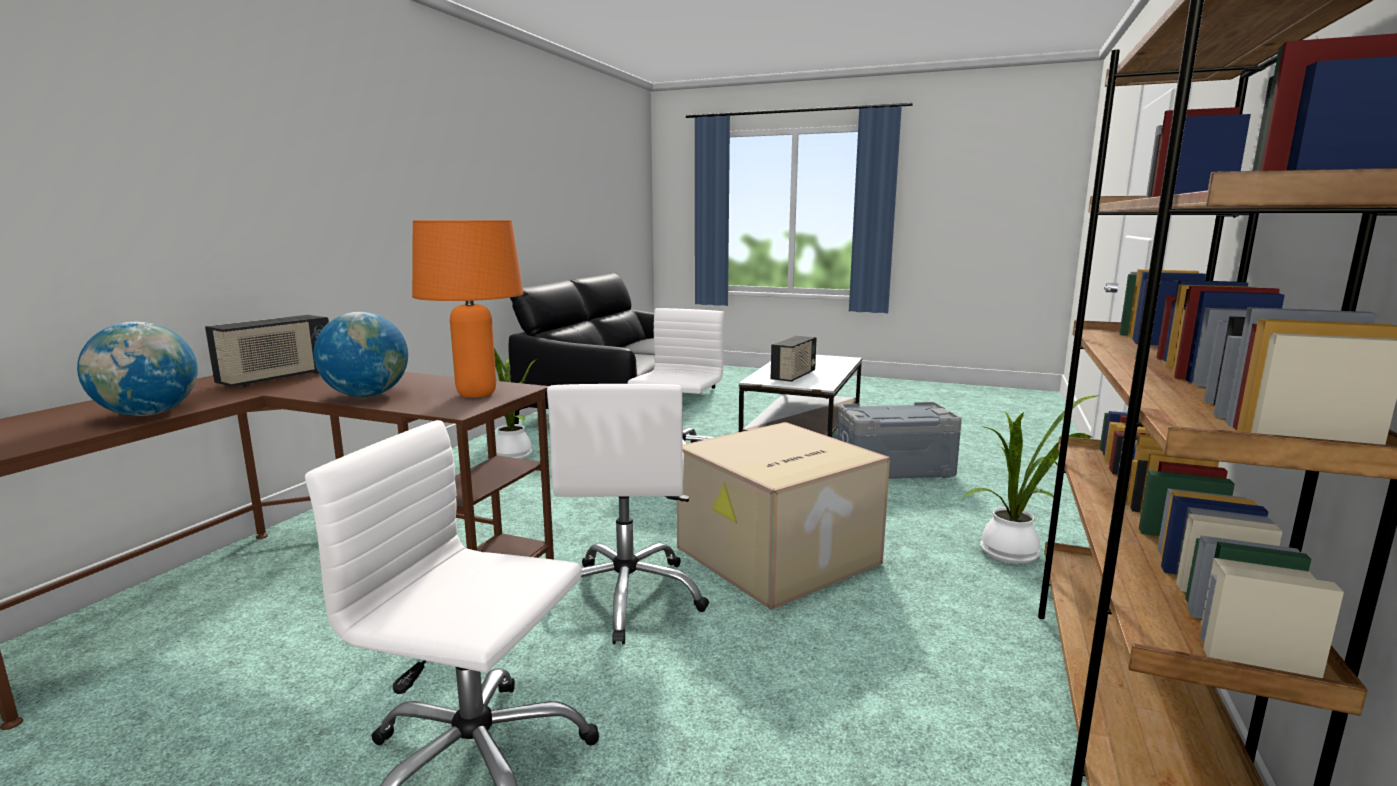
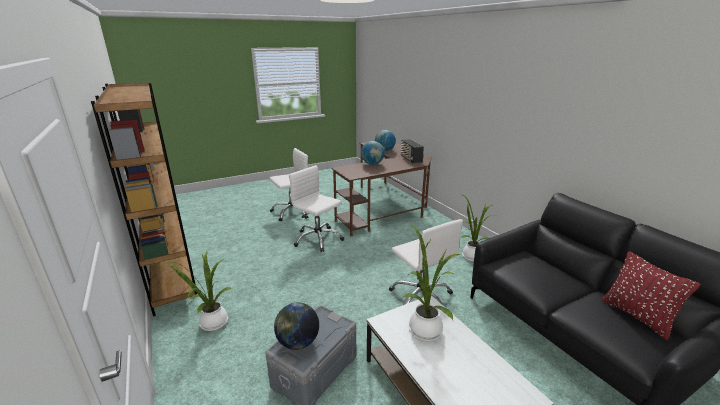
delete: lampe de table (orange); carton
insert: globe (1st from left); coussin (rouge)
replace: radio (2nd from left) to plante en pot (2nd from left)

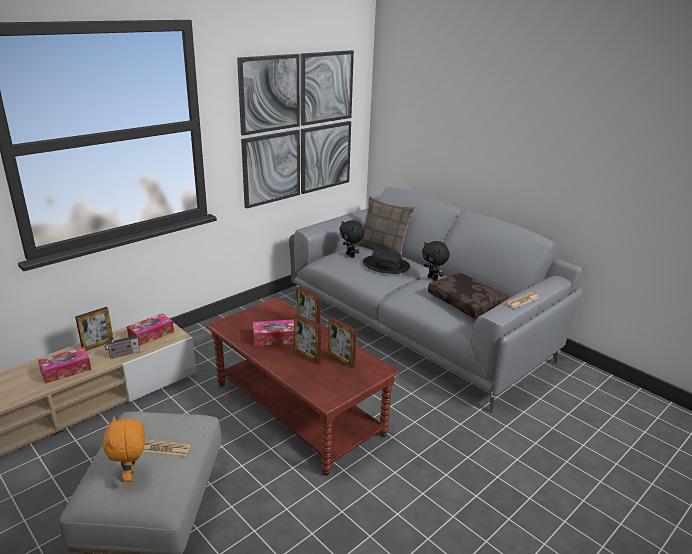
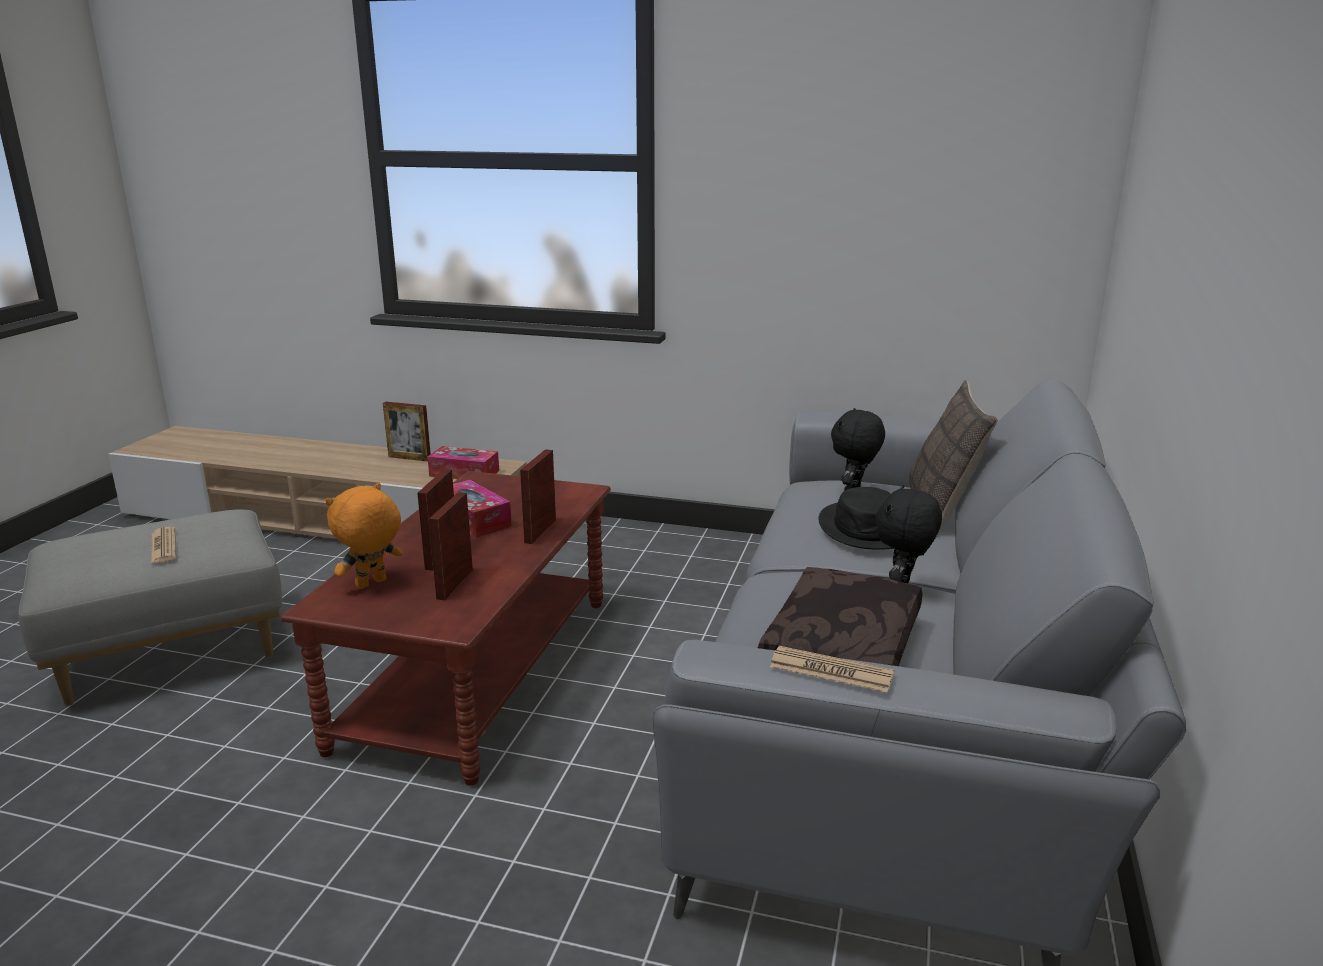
delete: boîte à mouchoirs (1st from left); radio; tableau
move: peluche (orange)

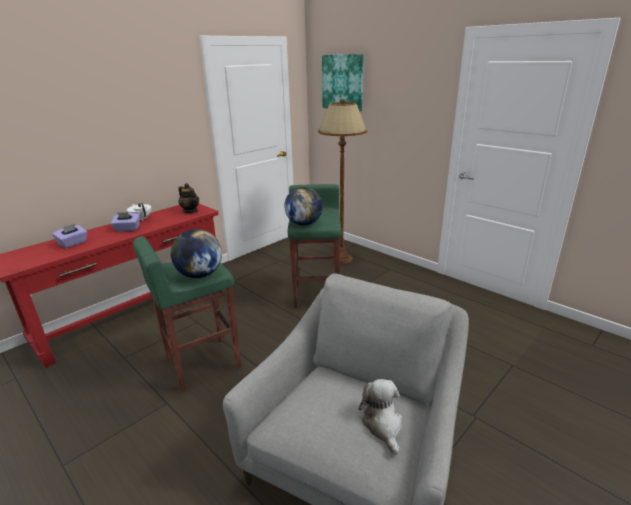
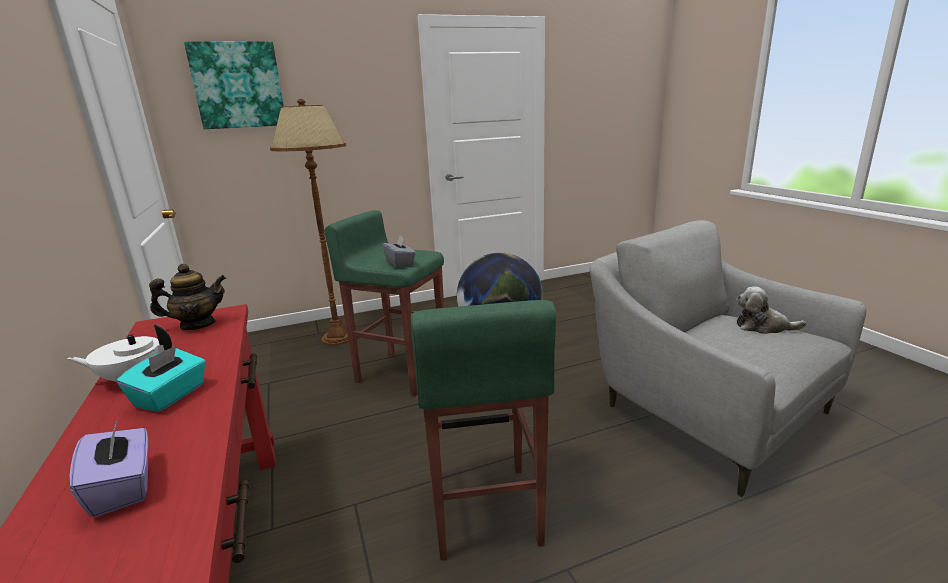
replace: globe (2nd from left) to boîte à mouchoirs (gris)
recolor: boîte à mouchoirs (violet) (2nd from left) to boîte à mouchoirs (turquoise)

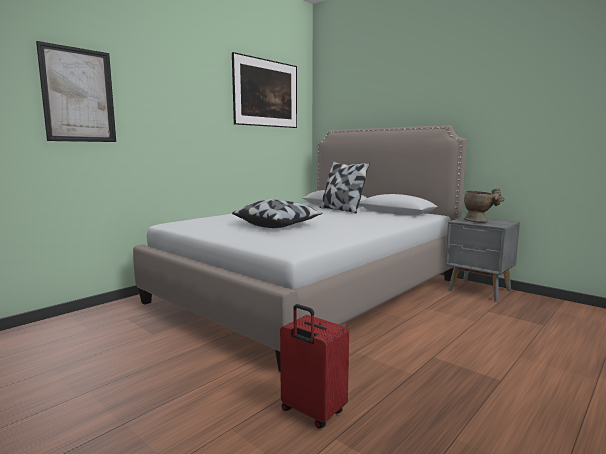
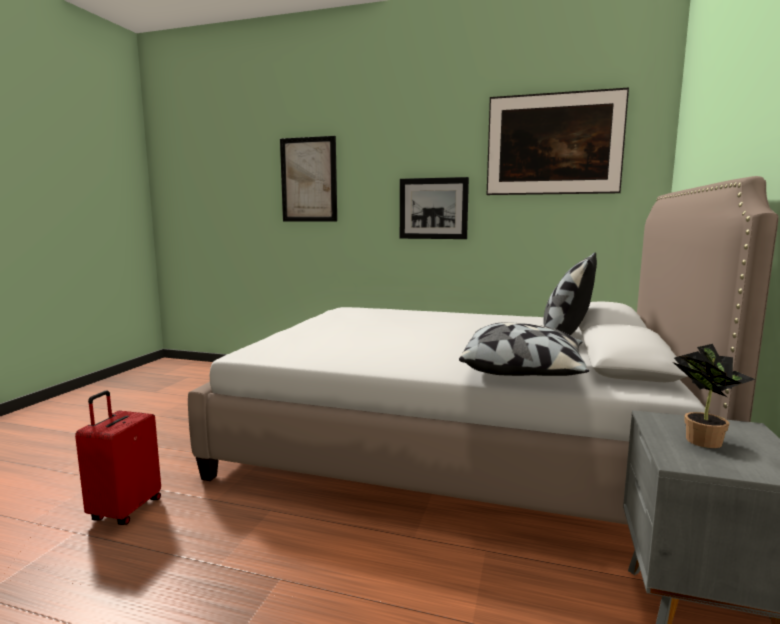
insert: tableau (2nd from left)
move: coussin (1st from left)
replace: vase (beige) to plante en pot

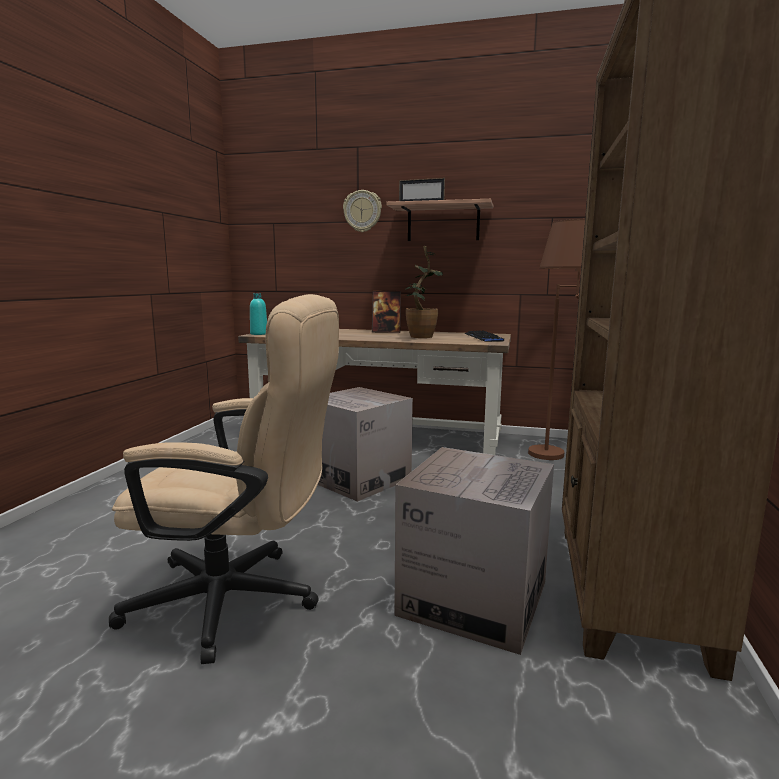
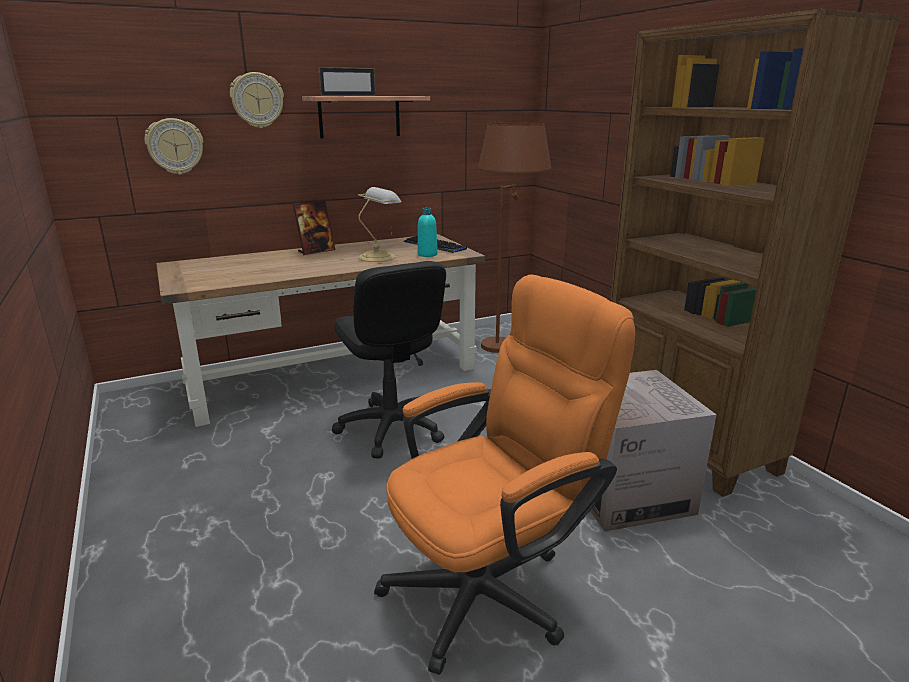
insert: horloge murale (1st from left)
move: bouteille (turquoise)
replace: carton (1st from left) to chaise de bureau (noir); plante en pot to lampe de table
recolor: chaise de bureau (beige) to chaise de bureau (orange)

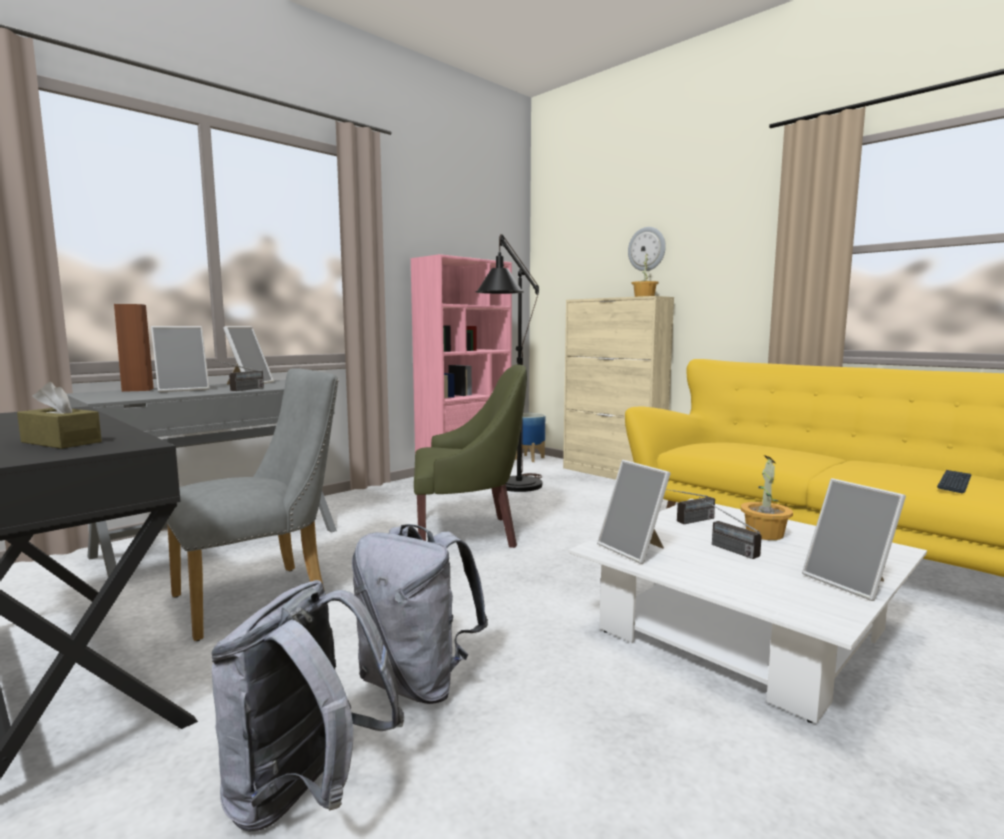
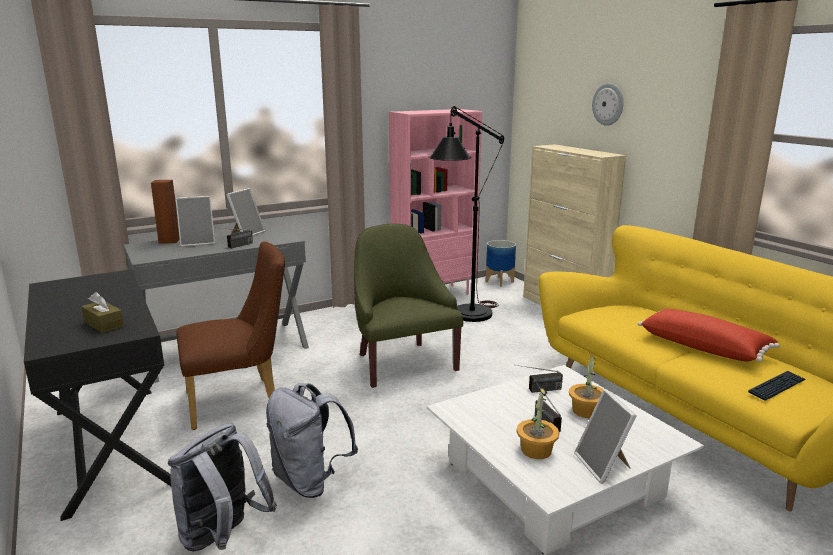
delete: cadre photo (3rd from left)
insert: coussin (rouge)
move: plante en pot (1st from left)
recolor: chaise (gris) to chaise (marron)
rotate: fauteuil (vert) 120 degrees counterclockwise

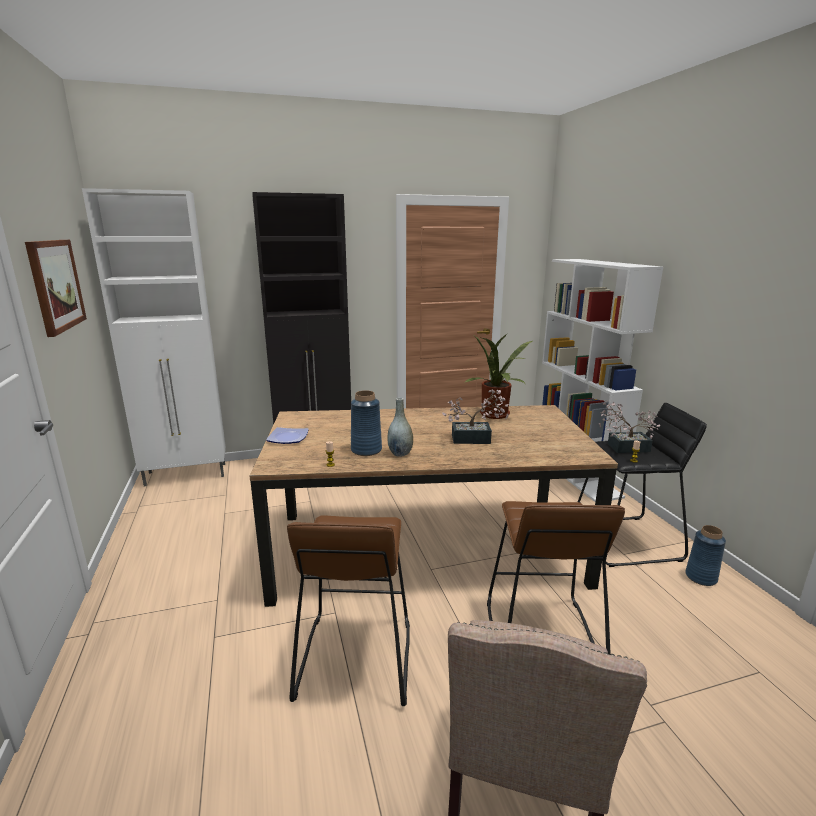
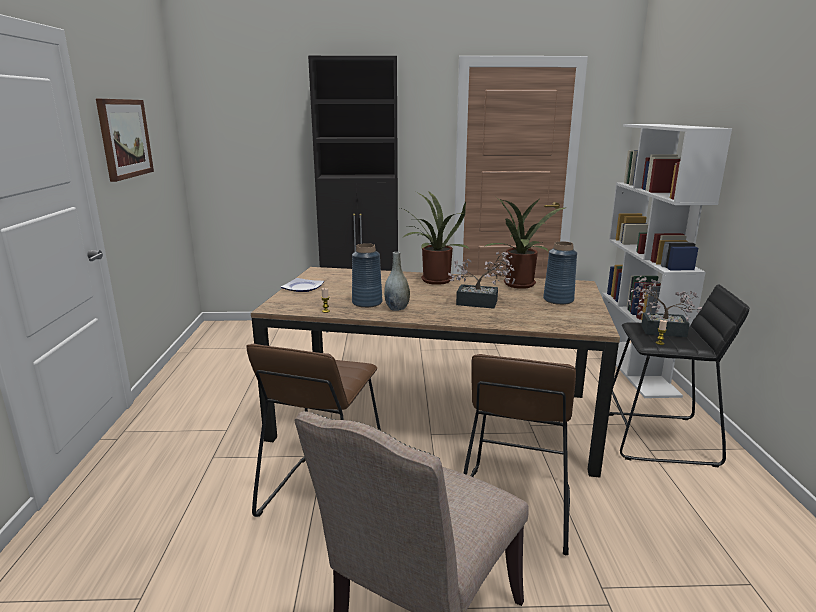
delete: meuble de rangement (blanc)
insert: plante en pot (1st from left)
move: vase (bleu) (2nd from left)

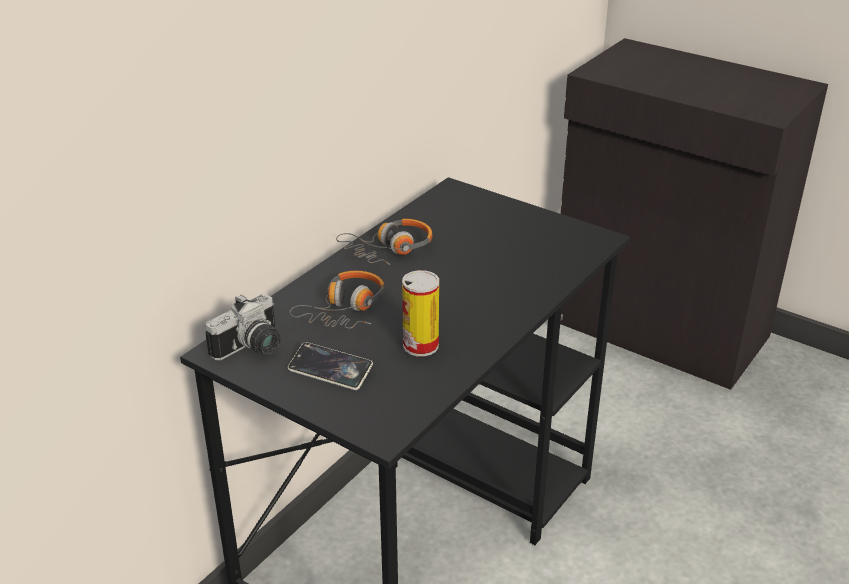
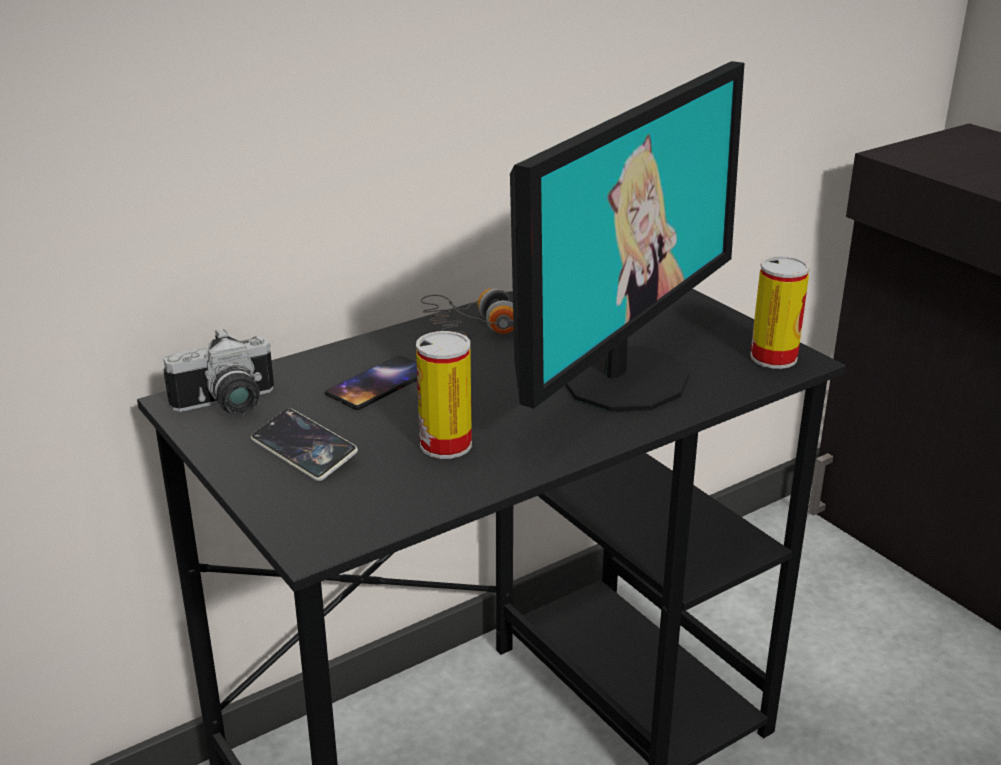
insert: écran d'ordinateur; boîte métallique (2nd from left)
replace: casque audio (1st from left) to téléphone (2nd from left)

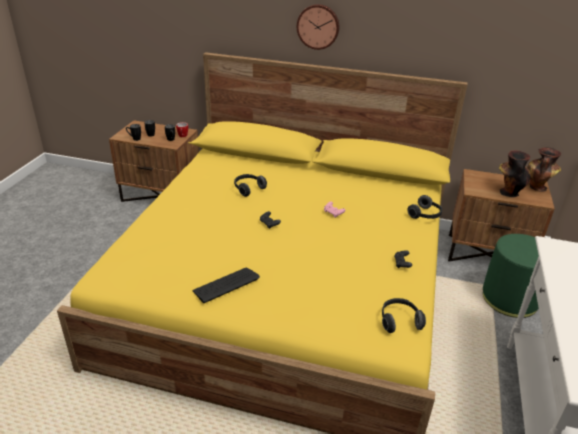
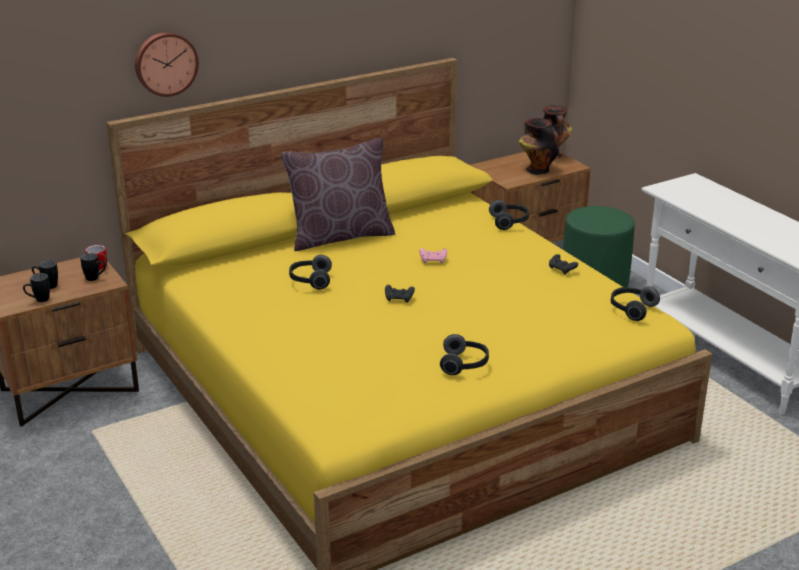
insert: coussin (marron)
move: horloge murale
replace: clavier to casque audio (2nd from left)

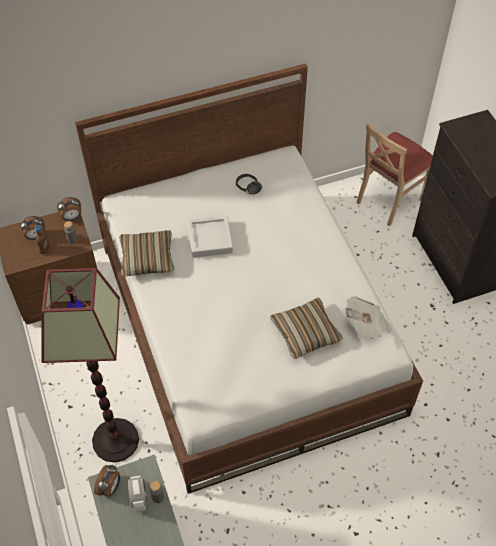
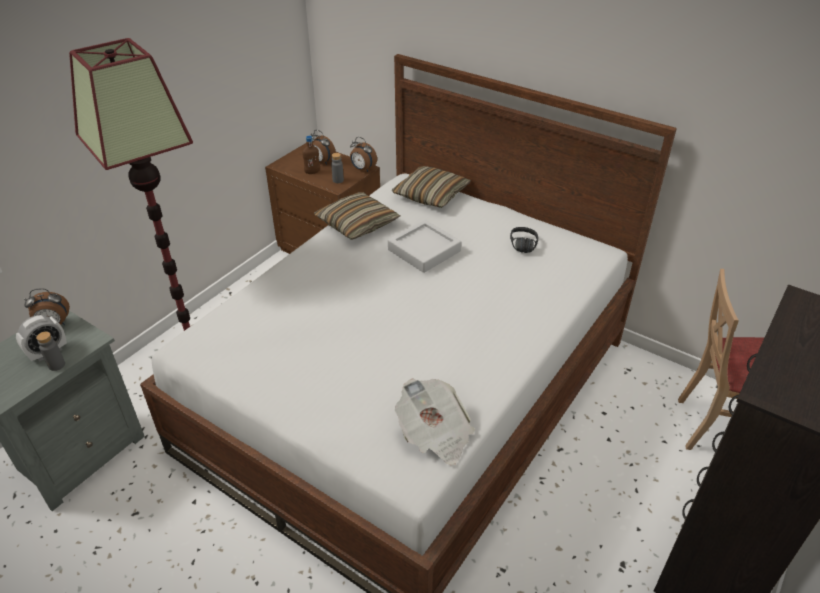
move: coussin (2nd from left)

